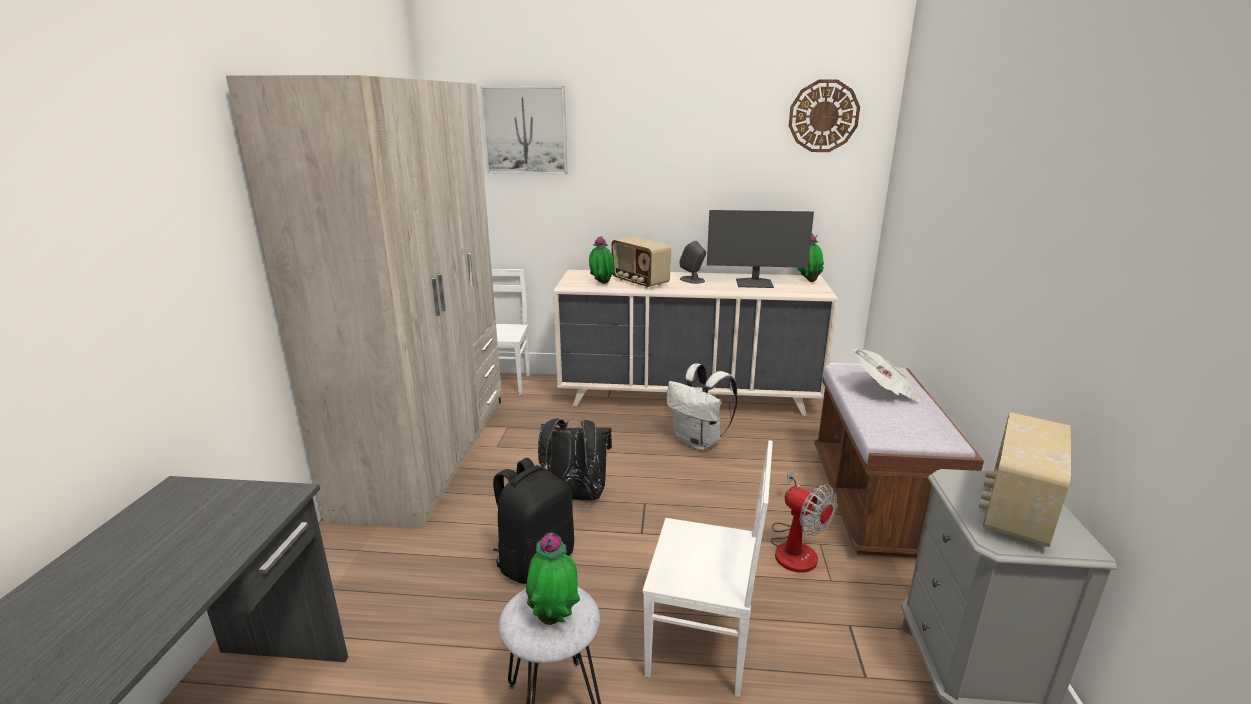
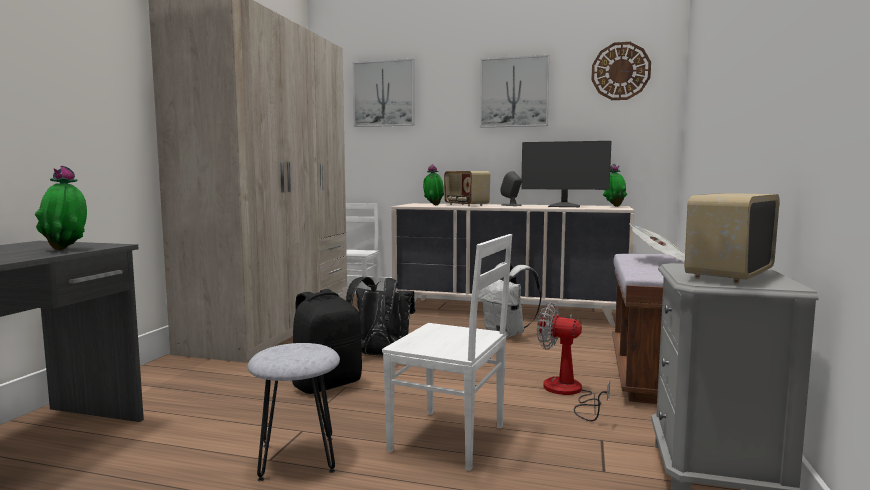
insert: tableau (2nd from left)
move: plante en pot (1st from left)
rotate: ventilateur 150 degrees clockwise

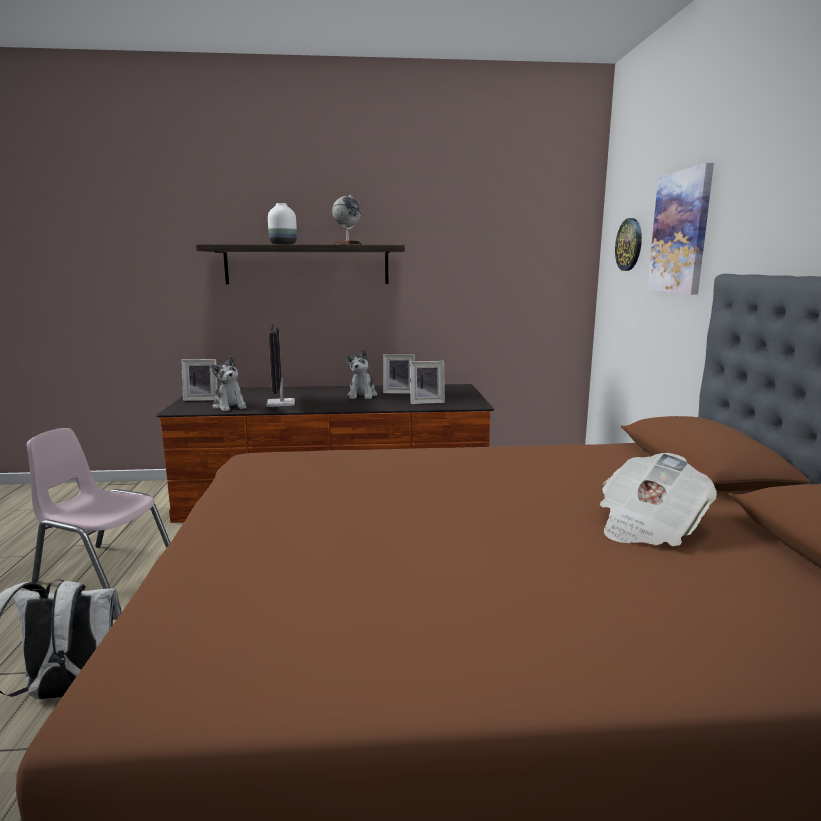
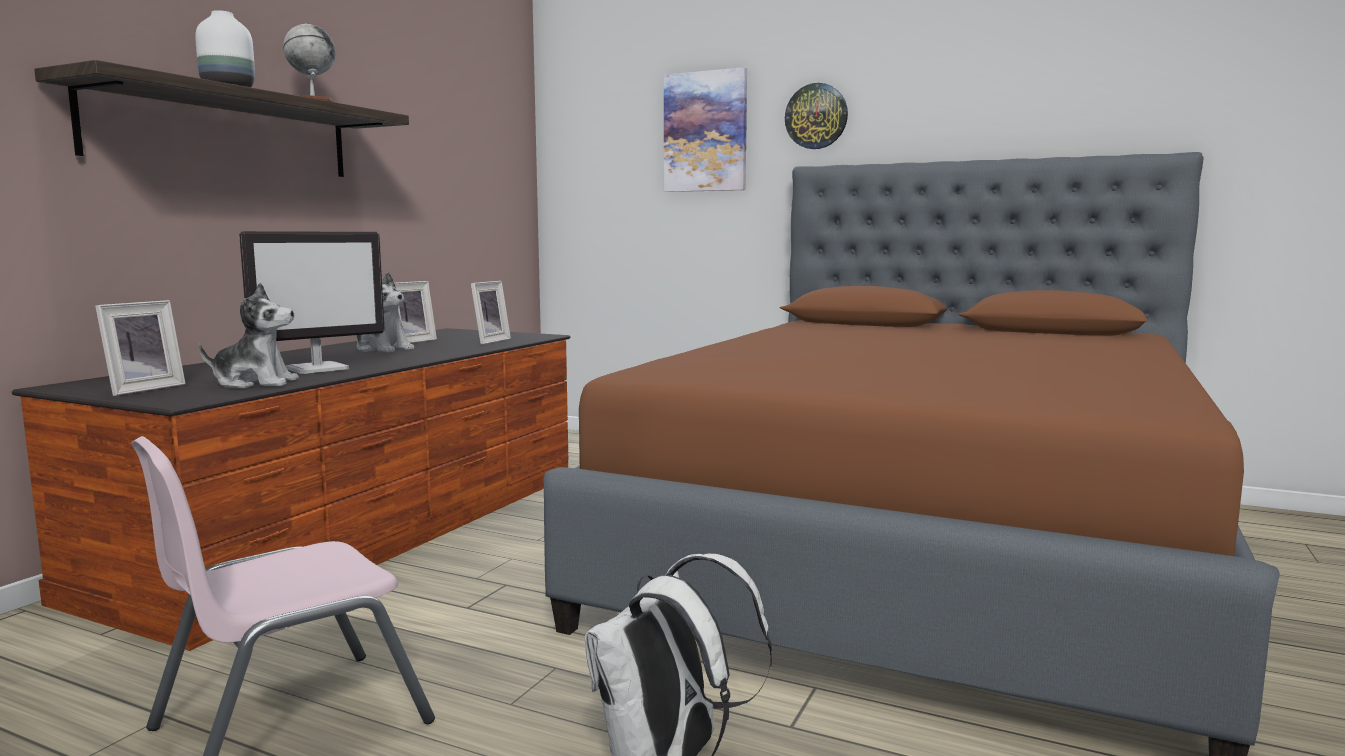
delete: journal
move: horloge murale
rotate: écran d'ordinateur 60 degrees counterclockwise

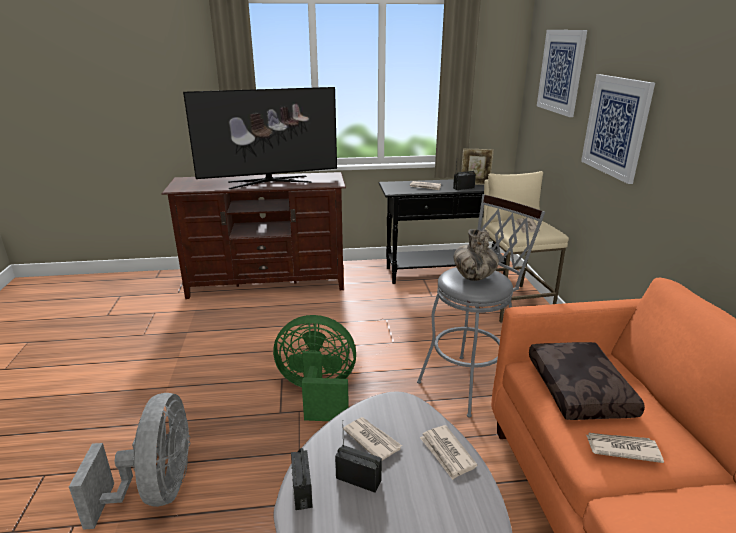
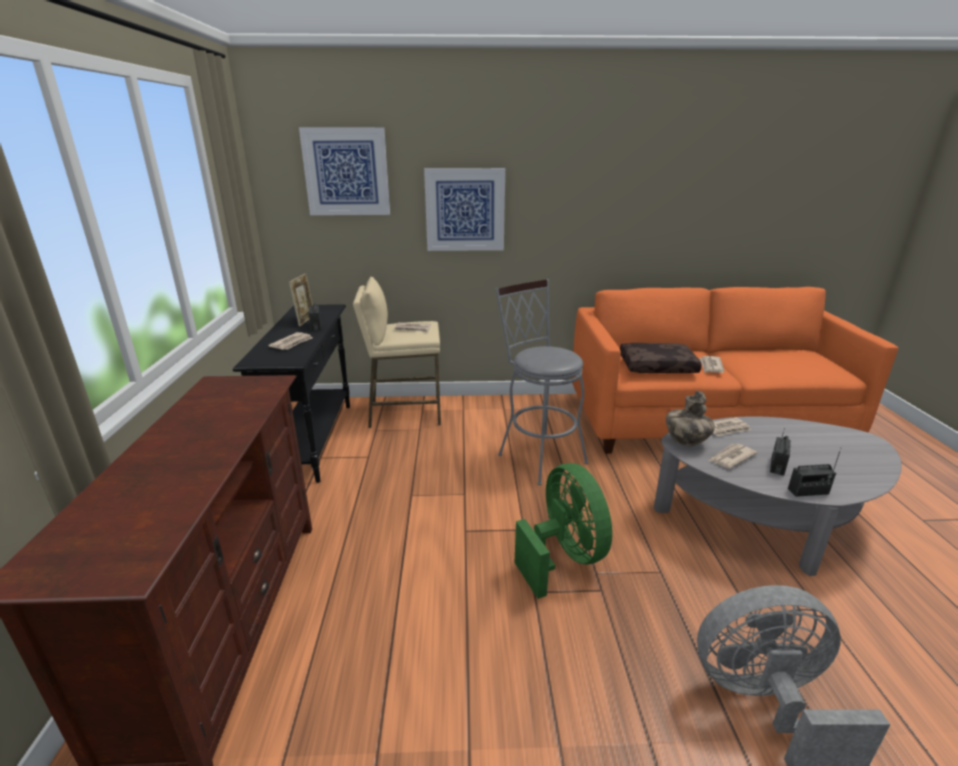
delete: téléviseur
move: vase
rotate: ventilateur (vert) 150 degrees clockwise

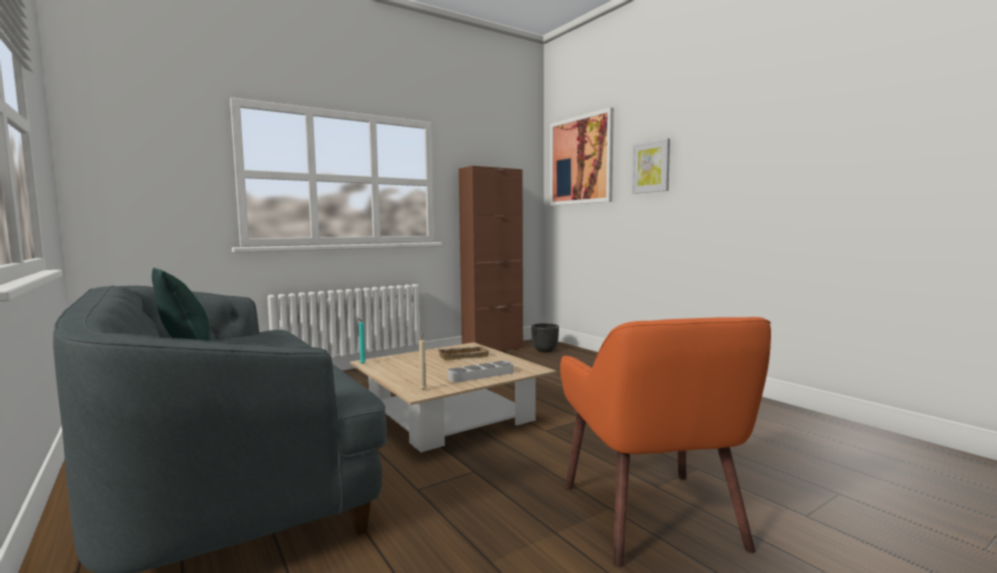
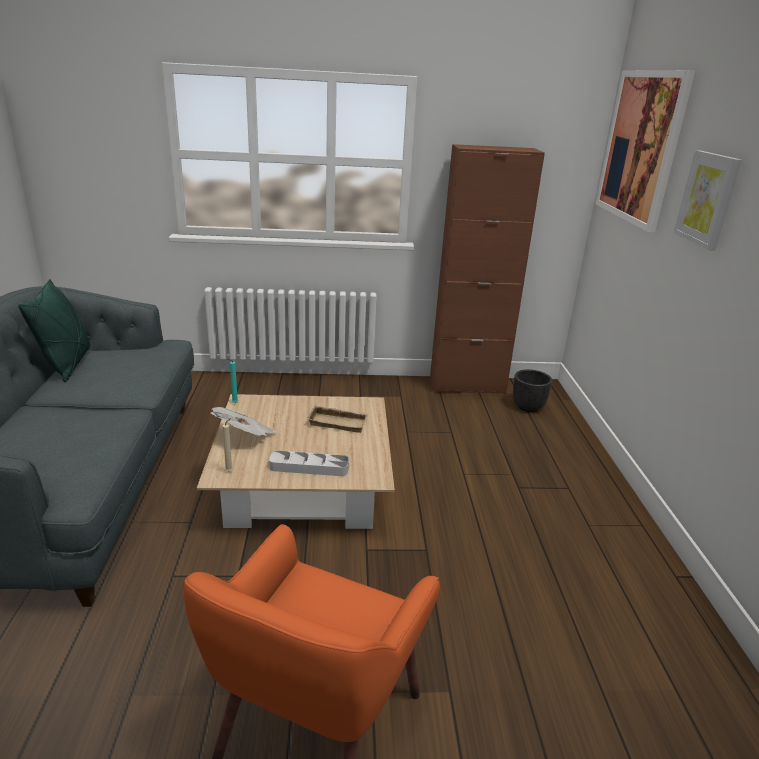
insert: journal

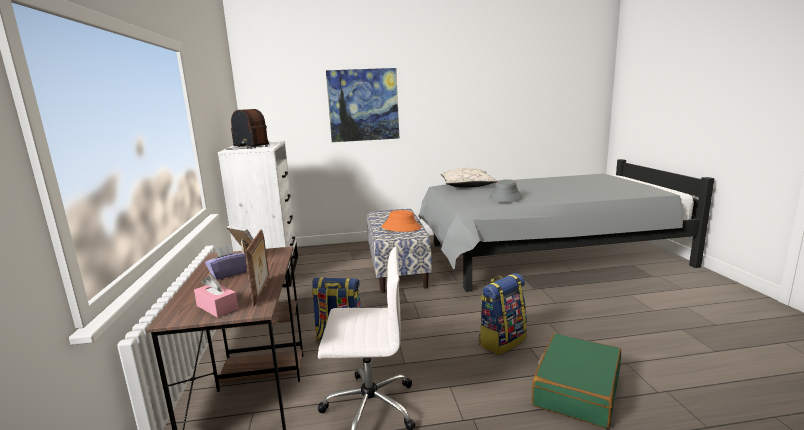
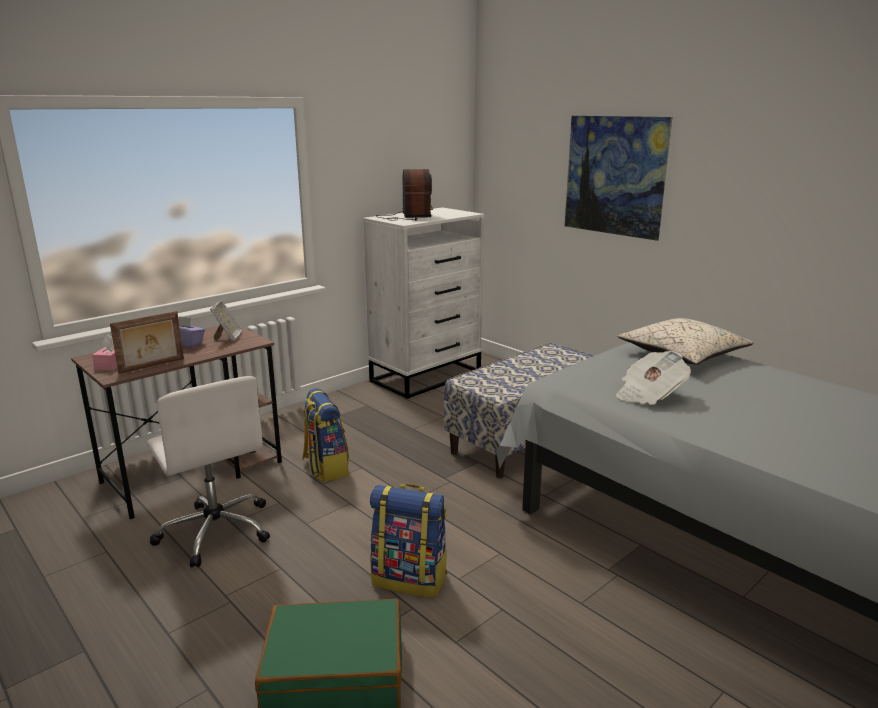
delete: chapeau (orange)
replace: chapeau (gris) to journal

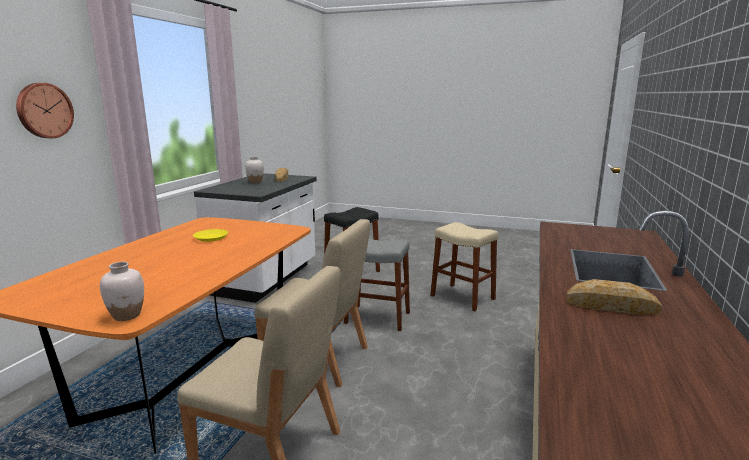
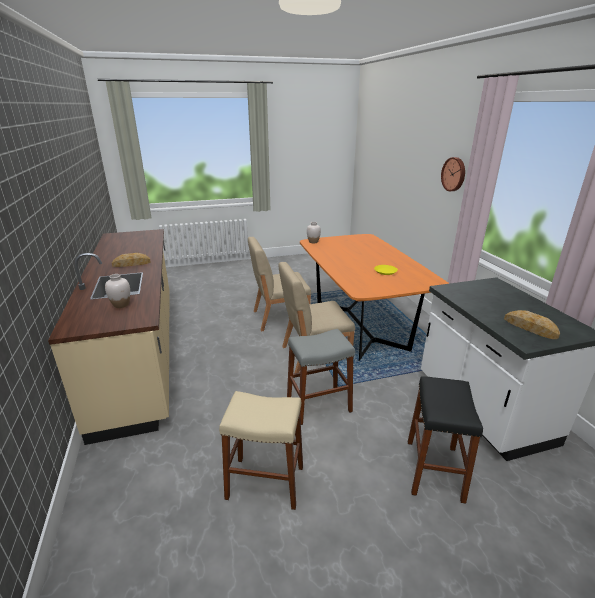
move: vase (blanc) (2nd from left in the first image) to vase (blanc) (1st from left)

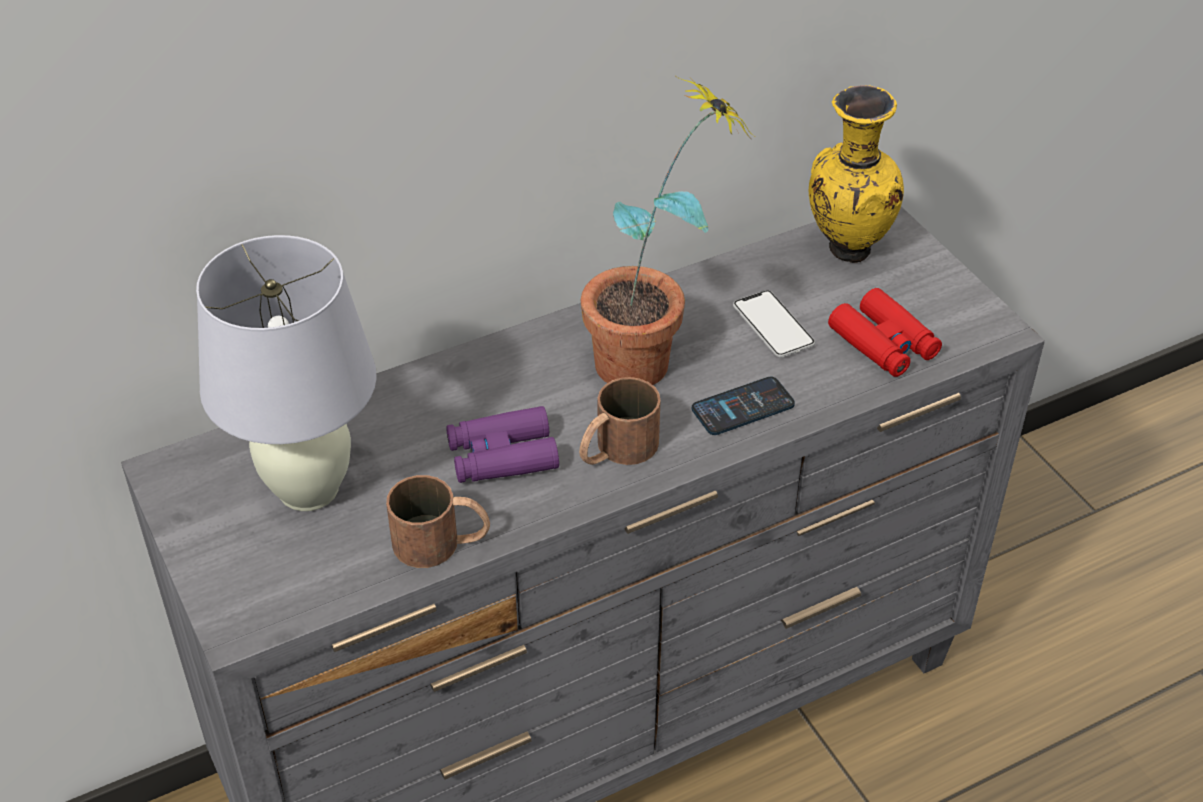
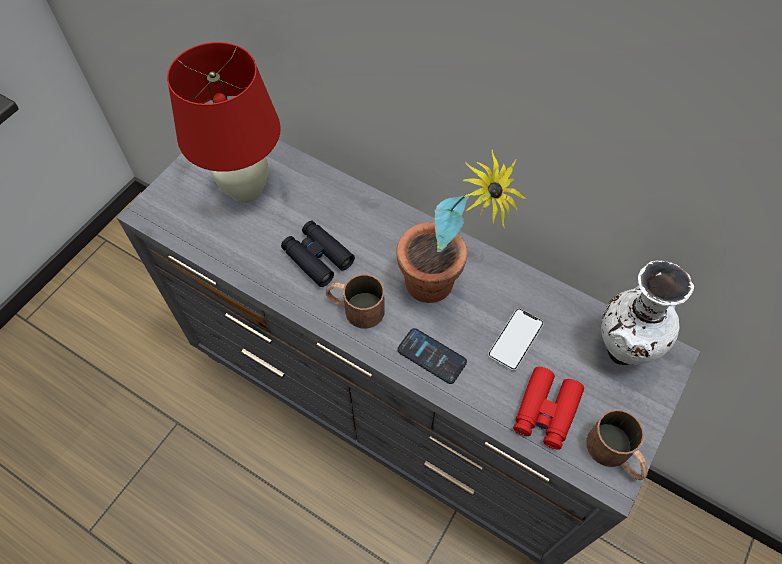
move: mug (marron) (1st from left in the first image) to mug (marron) (2nd from left)
recolor: lampe de table (blanc) to lampe de table (rouge); jumelles (violet) to jumelles (noir); vase (jaune) to vase (blanc)

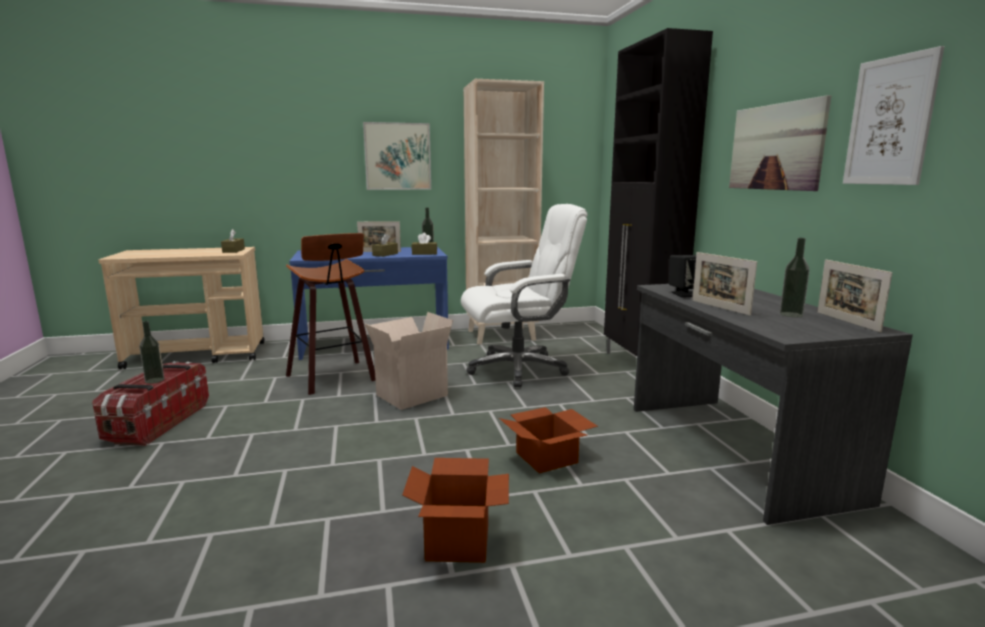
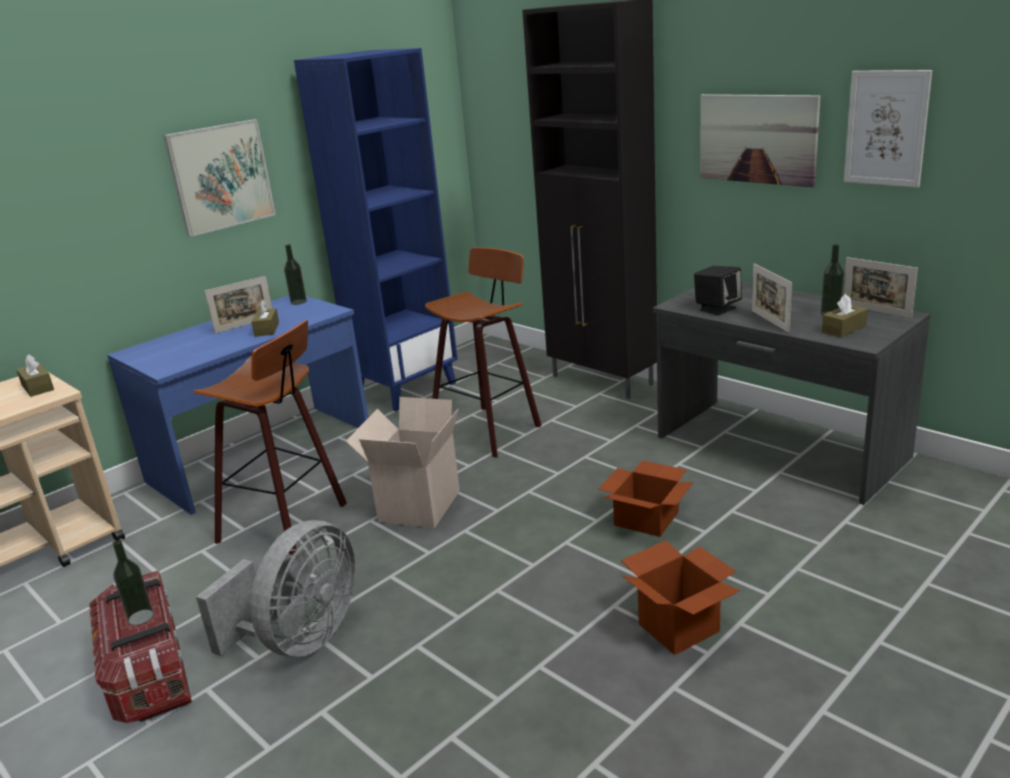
insert: ventilateur (gris)
move: boîte à mouchoirs (marron) (3rd from left)
replace: chaise de bureau (blanc) to tabouret (2nd from left)
recolor: bibliothèque (beige) to bibliothèque (bleu)
rotate: cadre photo (2nd from left) 45 degrees clockwise

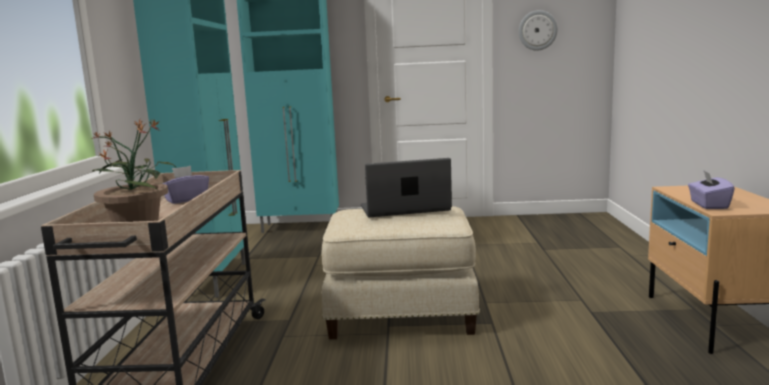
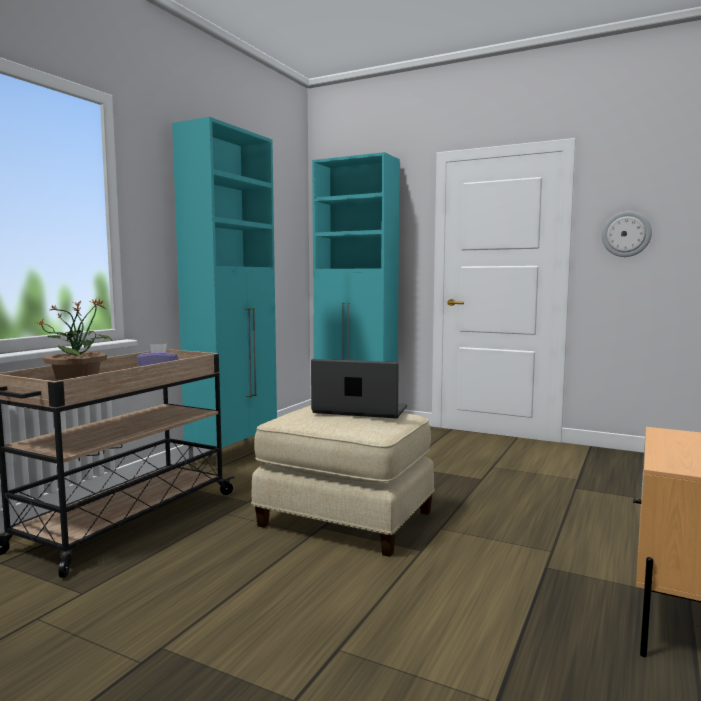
delete: boîte à mouchoirs (violet) (2nd from left)

